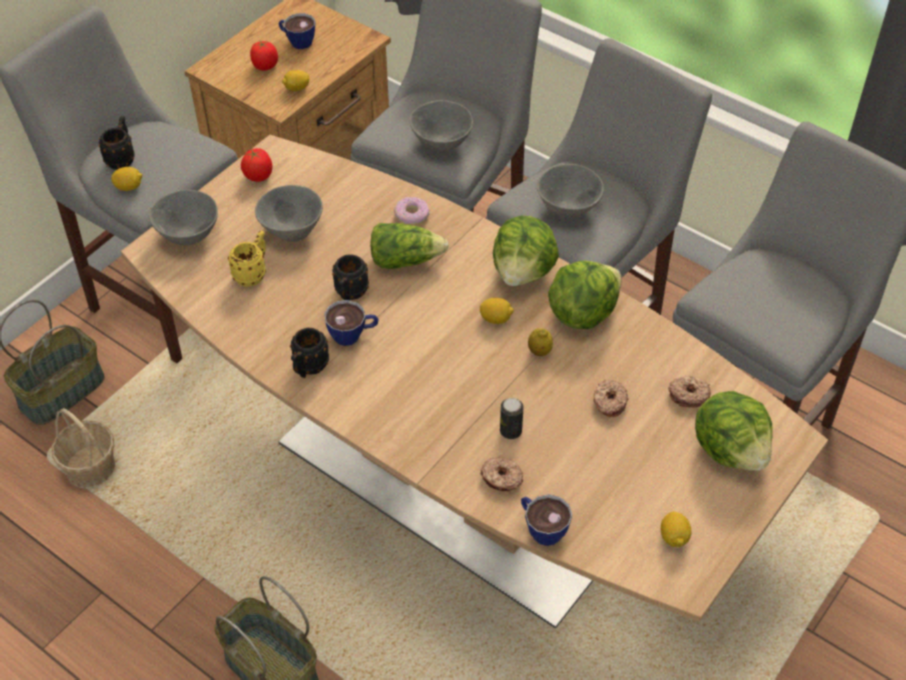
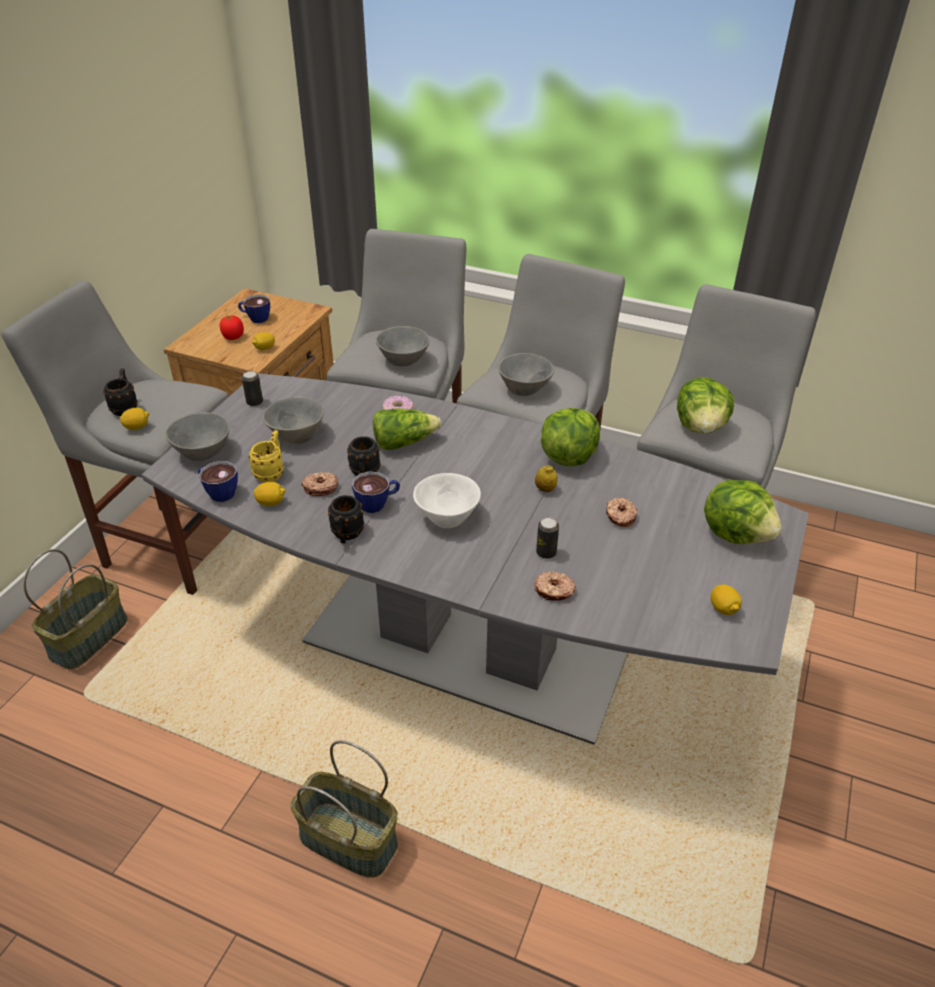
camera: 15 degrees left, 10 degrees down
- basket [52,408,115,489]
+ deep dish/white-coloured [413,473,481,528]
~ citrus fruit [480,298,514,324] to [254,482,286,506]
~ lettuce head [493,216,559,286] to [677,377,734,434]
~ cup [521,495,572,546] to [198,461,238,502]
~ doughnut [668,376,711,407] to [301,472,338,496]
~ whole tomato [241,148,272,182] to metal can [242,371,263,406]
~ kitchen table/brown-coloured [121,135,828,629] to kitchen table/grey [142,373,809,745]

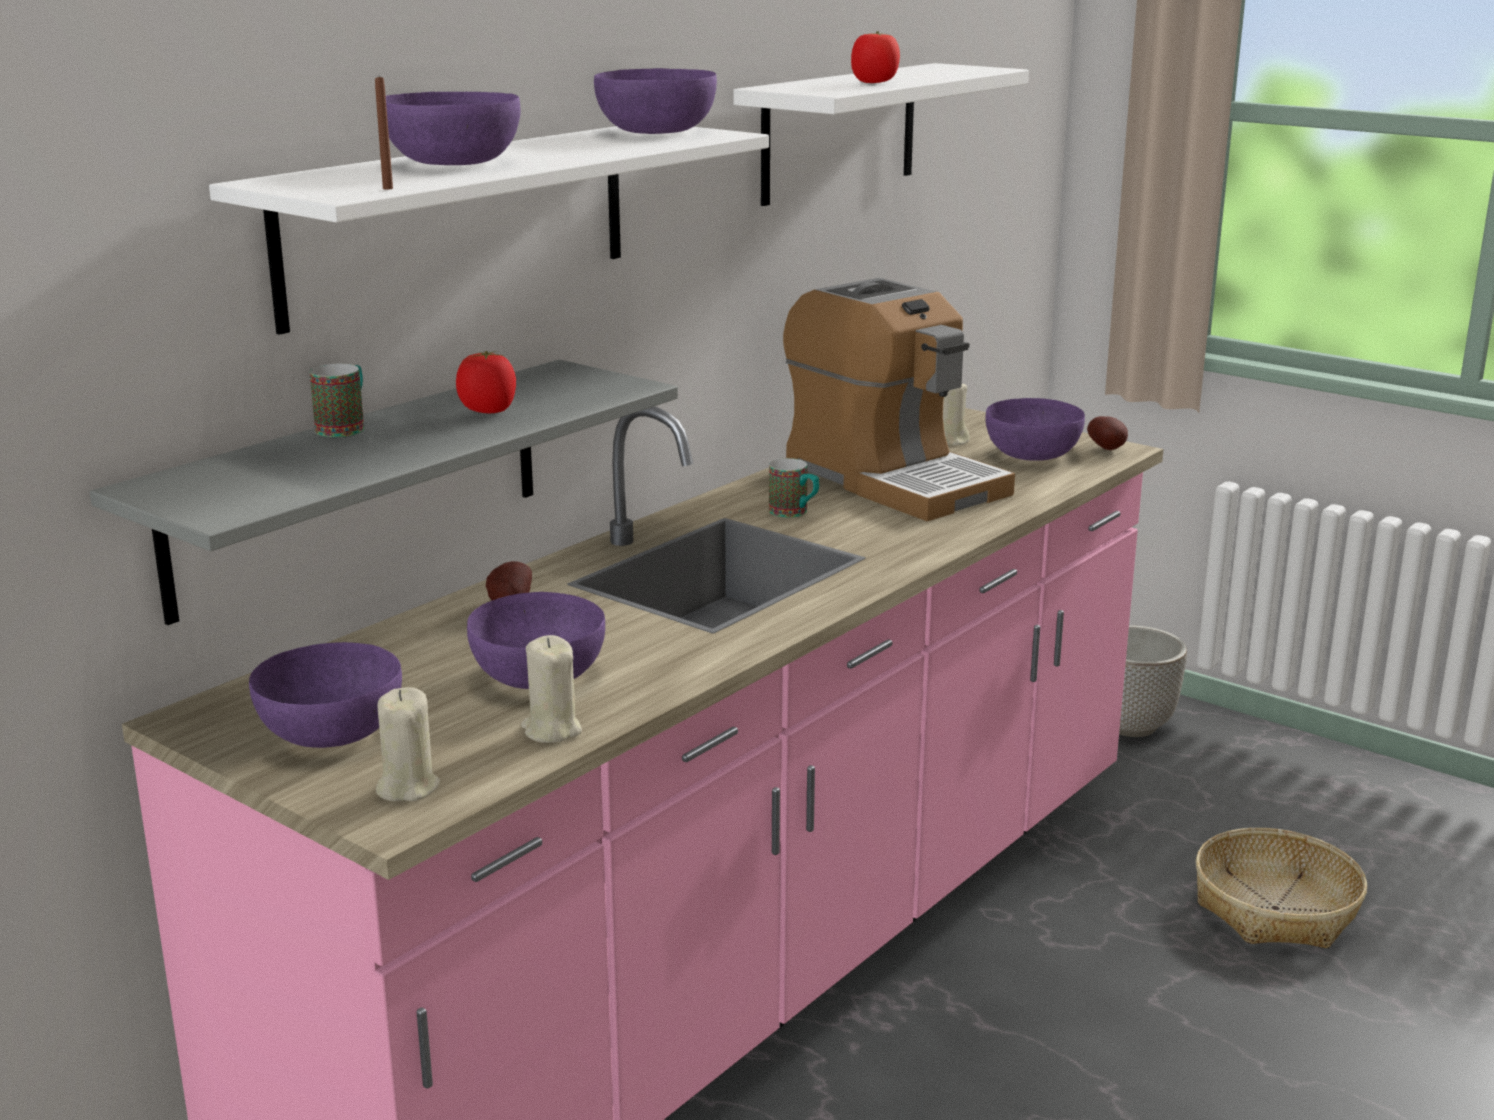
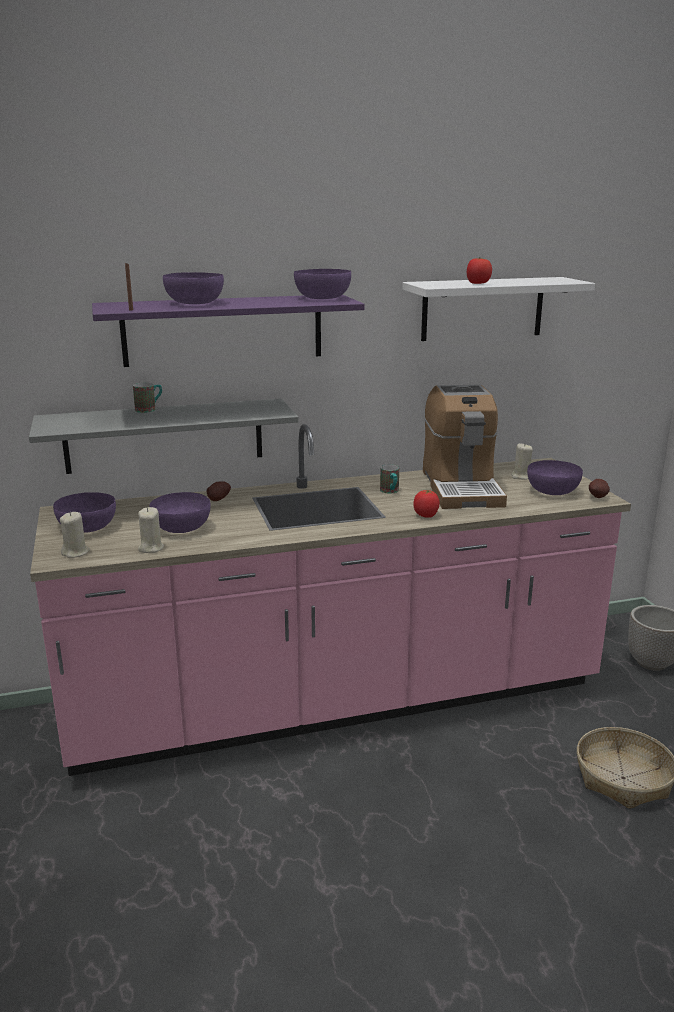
camera: 35 degrees right, 0 degrees up
~ whole tomato [456,351,516,413] to [413,490,440,518]
~ bracket shelf/white-coloured [209,126,769,335] to bracket shelf/purple [92,295,364,367]

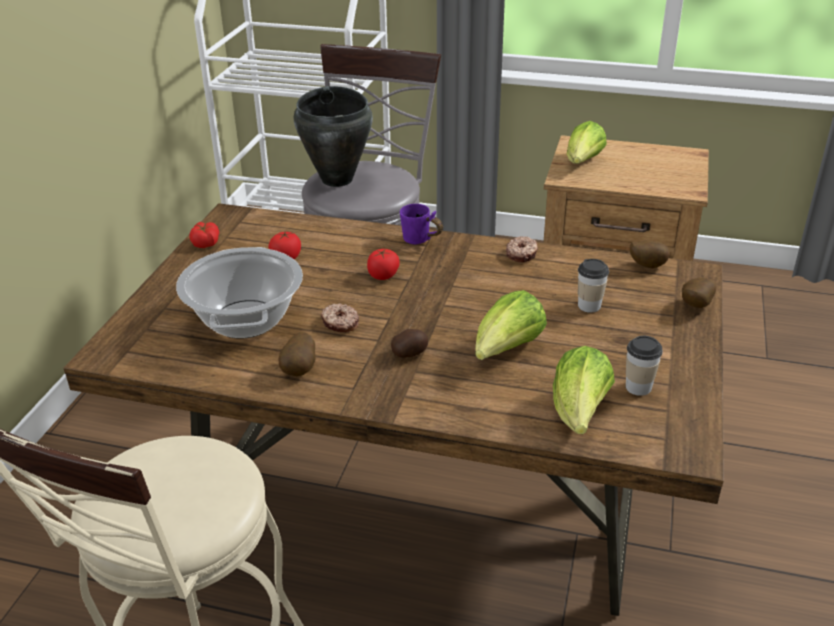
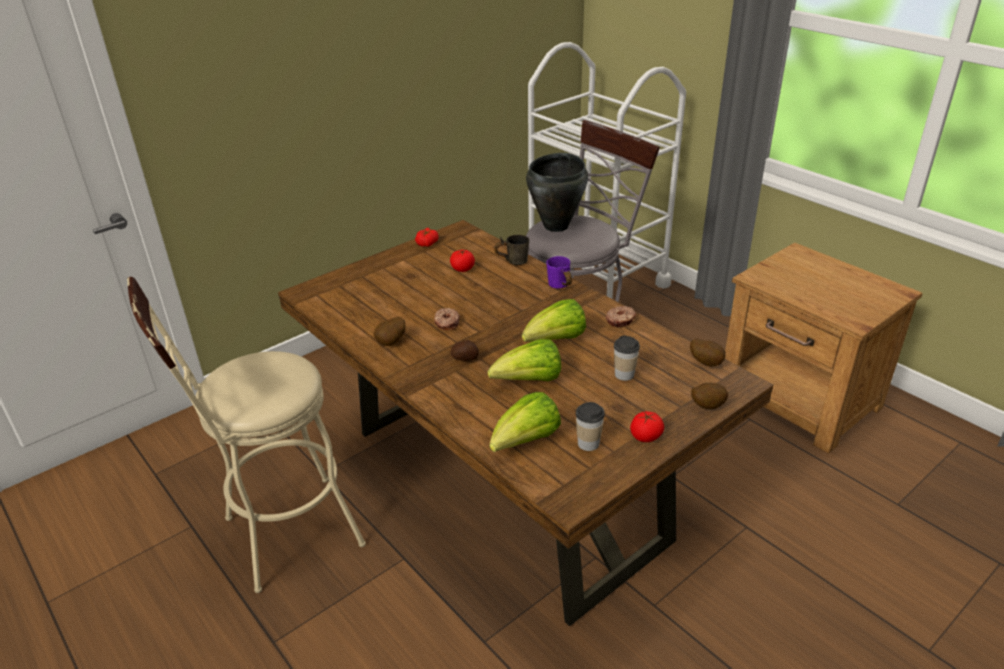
camera: 35 degrees right, 0 degrees up
- stockpot [176,247,303,339]
+ coffee mug/grey [494,235,529,265]
~ whole tomato [367,249,400,280] to [630,411,664,442]
~ lettuce head [567,121,606,164] to [522,299,586,342]

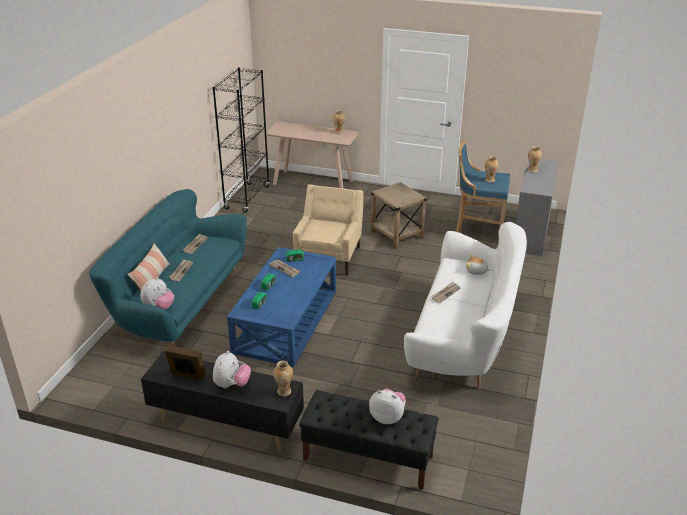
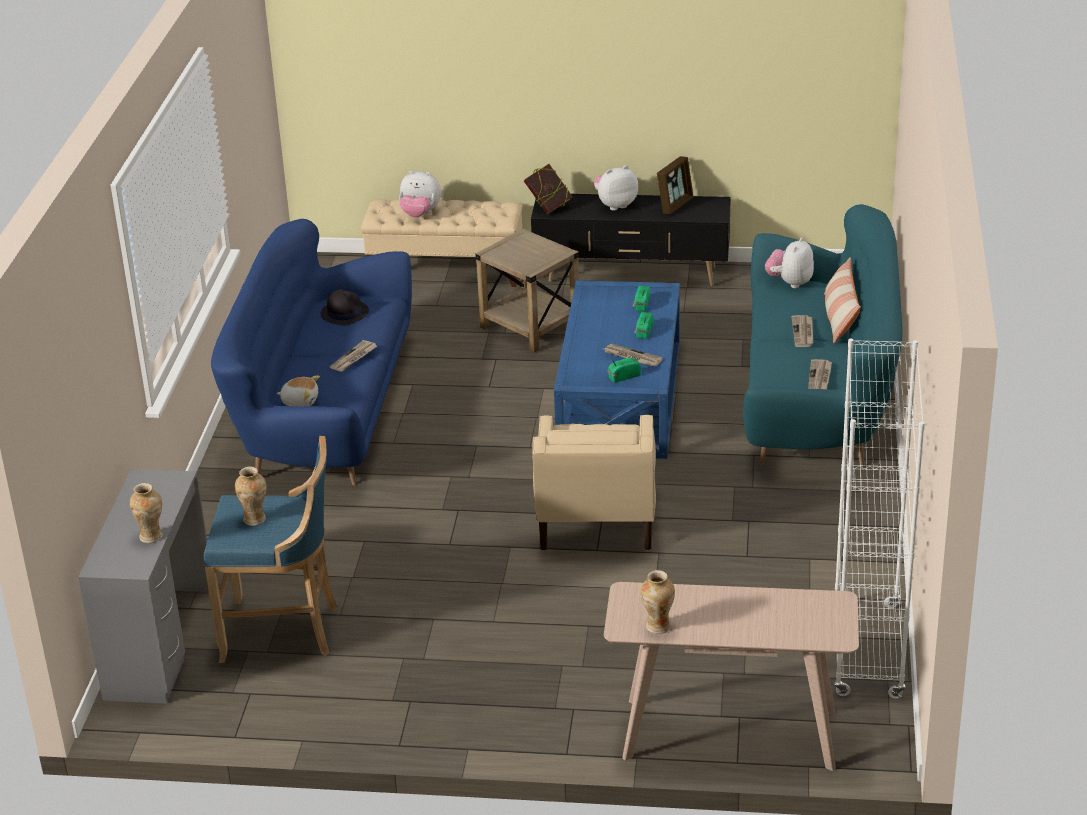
camera: 170 degrees right, 0 degrees up
+ wearable hat/black-coloured [321,289,369,325]
~ accent table/beige-coloured [371,182,427,249] to [475,229,579,352]
~ vase [273,361,293,396] to book [524,164,573,215]
~ bookcase/black-coloured [213,67,270,213] to bookcase/white-coloured [834,339,925,699]
~ indoor bench/black-coloured [299,390,439,490] to indoor bench/beige-coloured [361,199,523,287]
~ couch/white-coloured [404,222,527,389] to couch/bluish [211,219,412,485]
~ picture frame [165,345,206,380] = [657,156,694,215] 60 degrees counterclockwise
~ plush toy [213,351,251,388] = [594,165,638,211] 60 degrees clockwise

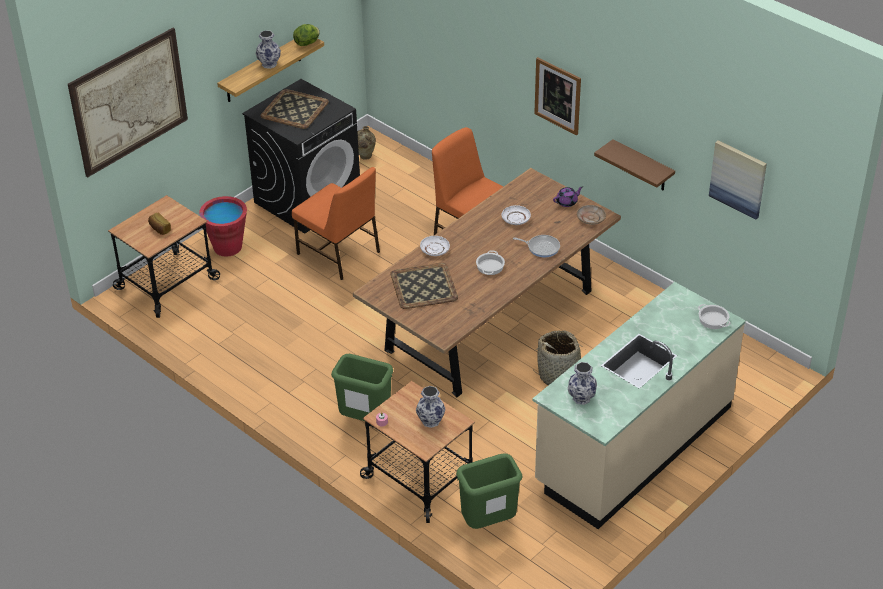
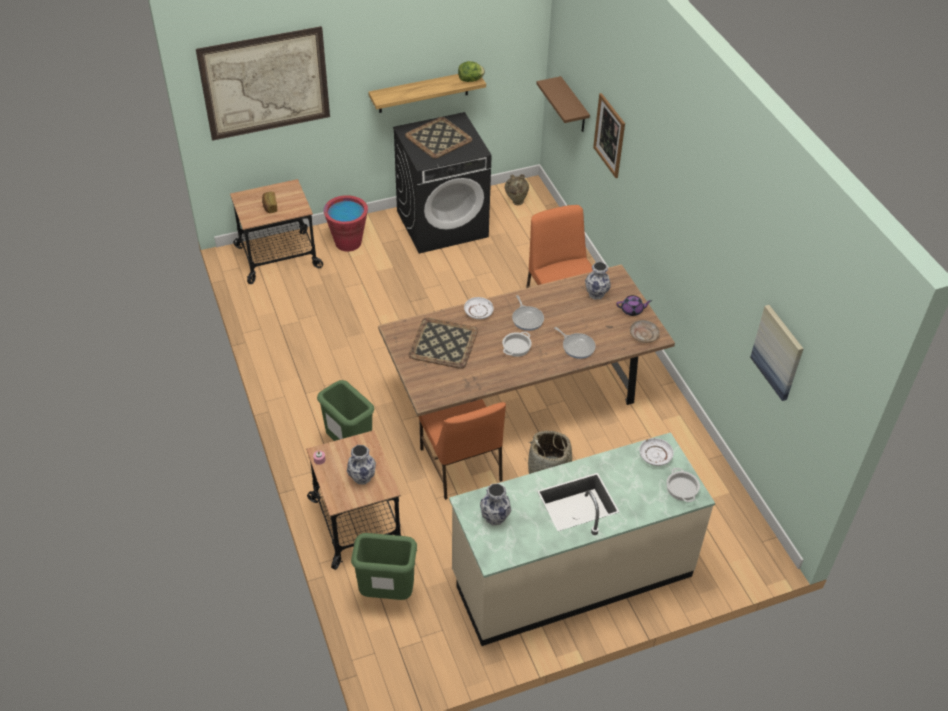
camera: 25 degrees right, 5 degrees up
+ skillet [512,295,544,331]
~ vase [256,30,281,69] to [585,262,611,299]
~ chair/orangey [292,167,380,280] to [418,399,506,500]
~ plate/white-coloured [502,205,531,225] to [639,438,674,466]
~ wall picture [534,57,581,135] to [593,93,625,178]
~ bracket shelf/brown-coloured [594,139,675,190] to [536,76,590,132]

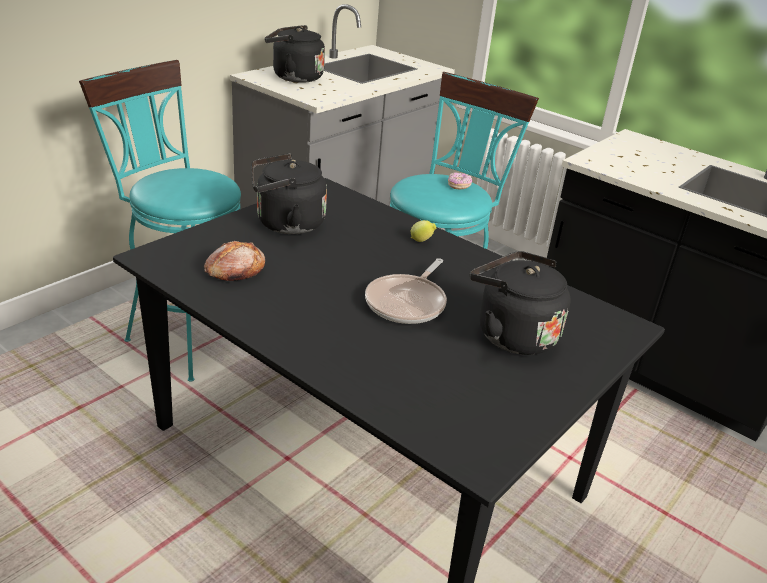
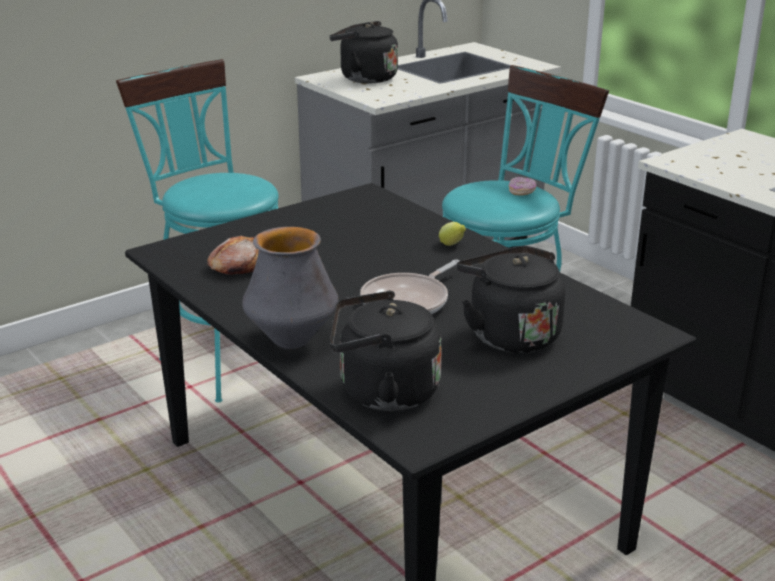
camera: 15 degrees right, 5 degrees down
+ vase [242,227,338,349]
~ tea kettle/black-coloured [251,153,327,234] to [329,291,442,411]

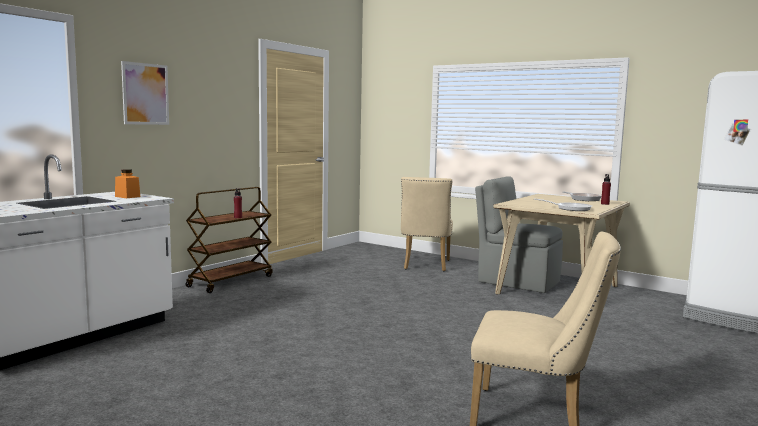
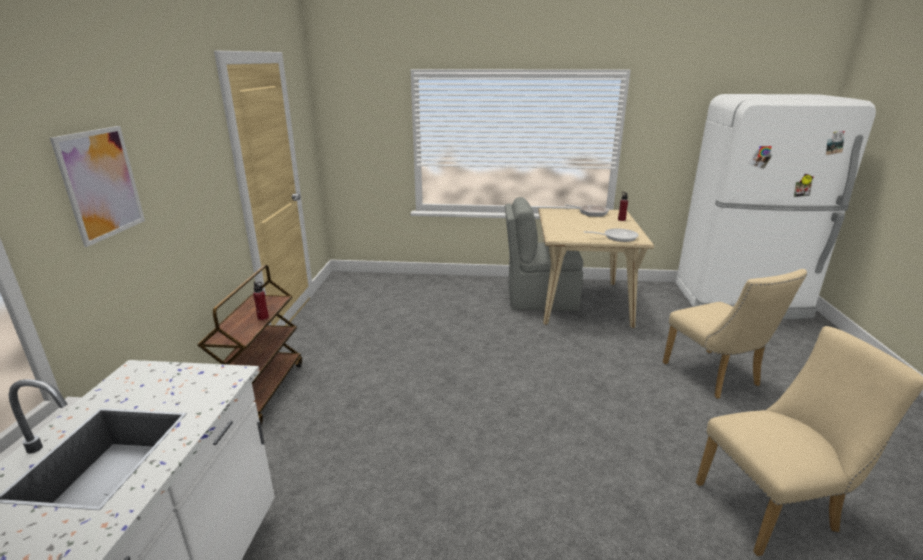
camera: 30 degrees left, 15 degrees up
- preserve jar/orangey [115,169,140,198]
~ chair/beige-coloured [401,177,453,271] to [663,269,807,399]

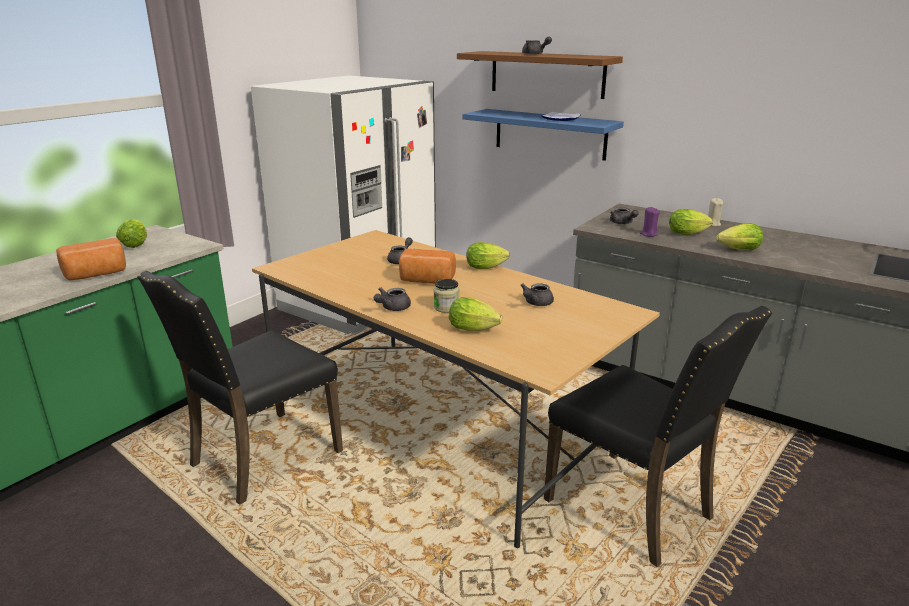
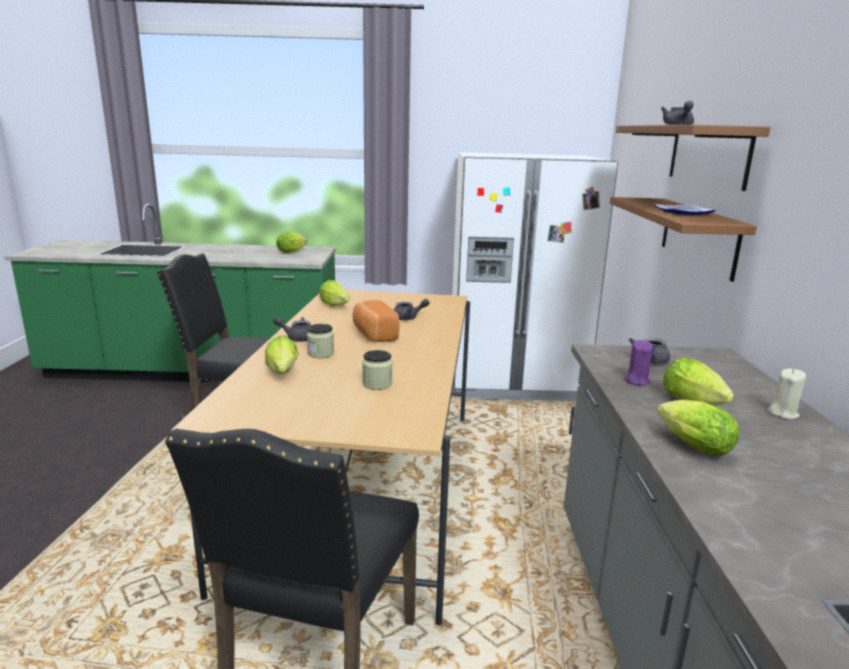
camera: 55 degrees right, 5 degrees down
- bakery bread [56,238,126,281]
~ lettuce head [466,242,510,269] to [319,280,350,306]
~ tea pot/grey [521,283,554,306] to preserve jar [362,350,392,390]
~ bracket shelf/bluish [463,109,624,161] to bracket shelf/brown-coloured [610,197,757,282]

